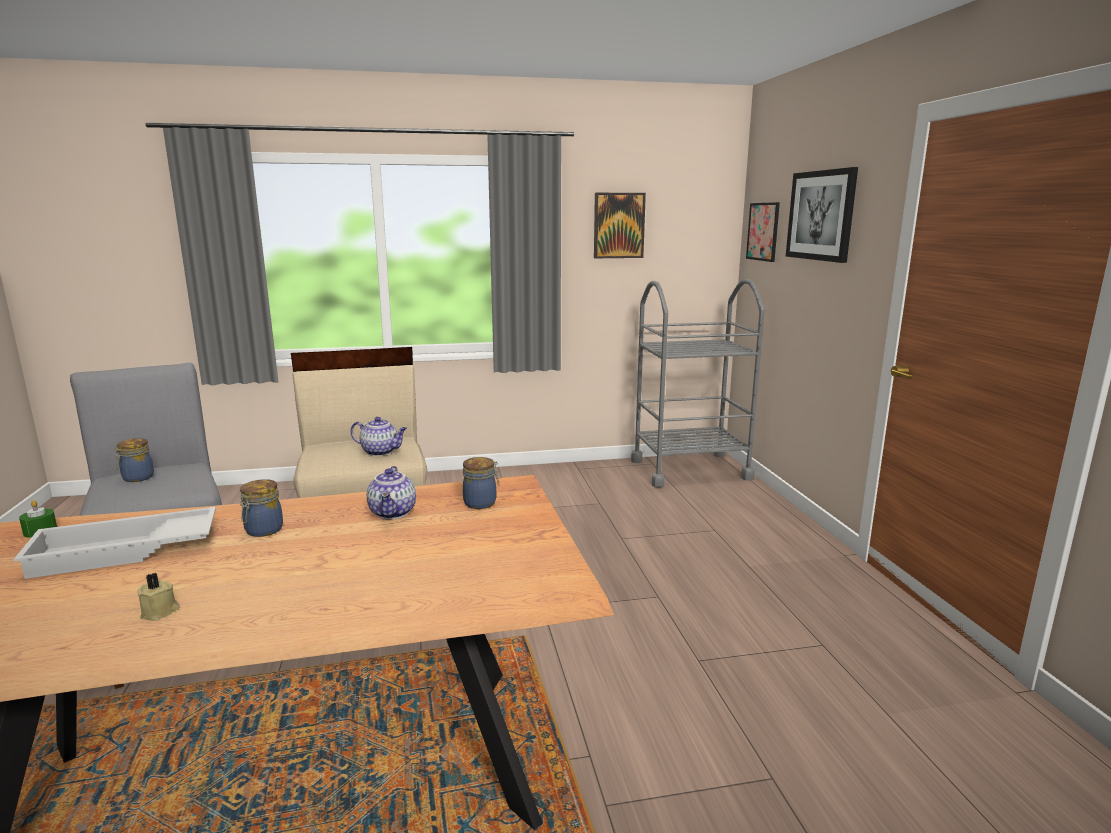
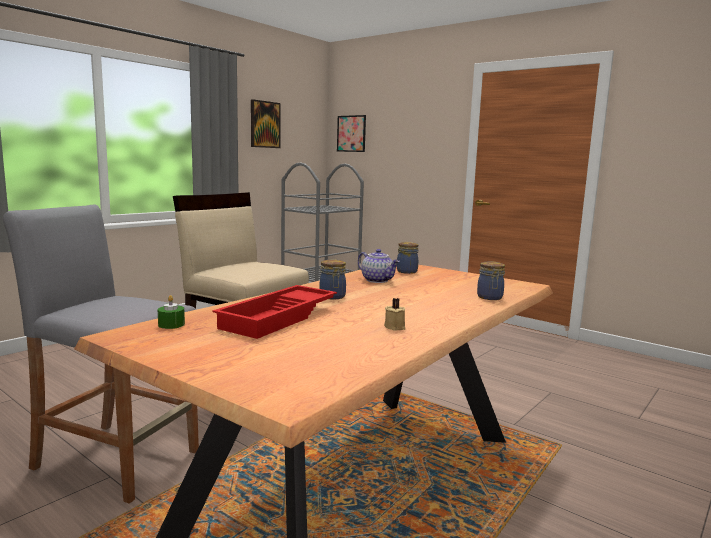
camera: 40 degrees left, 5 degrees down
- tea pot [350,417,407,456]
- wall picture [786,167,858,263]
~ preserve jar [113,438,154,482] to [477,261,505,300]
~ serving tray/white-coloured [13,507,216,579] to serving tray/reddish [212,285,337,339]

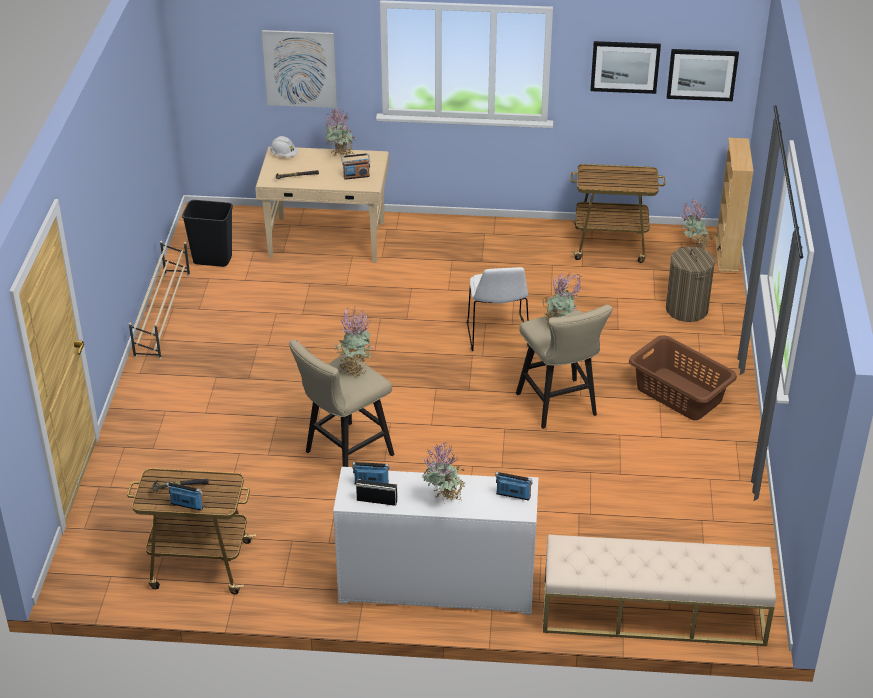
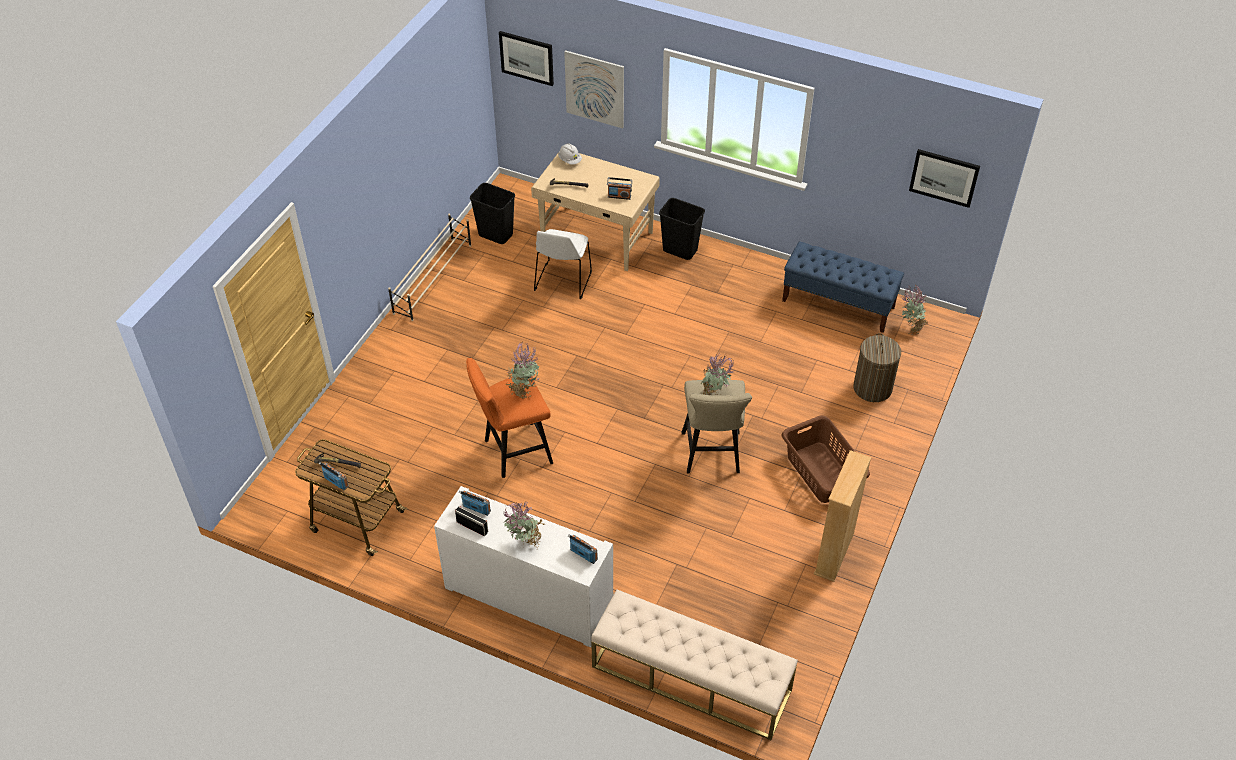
camera: 20 degrees right, 10 degrees up
- houseplant [324,107,356,156]
+ trash can/black-coloured [659,198,705,260]
~ chair/white-coloured [467,267,529,351] to [534,229,592,299]
~ wall picture [590,41,661,94] to [499,31,554,86]
~ bookcase/beige-coloured [715,138,754,272] to [814,450,871,582]
~ wheeled cart [570,164,665,263] to indoor bench/bluish [782,241,904,333]
~ stool/beige-coloured [289,340,395,467] to stool/orangey [466,358,553,478]

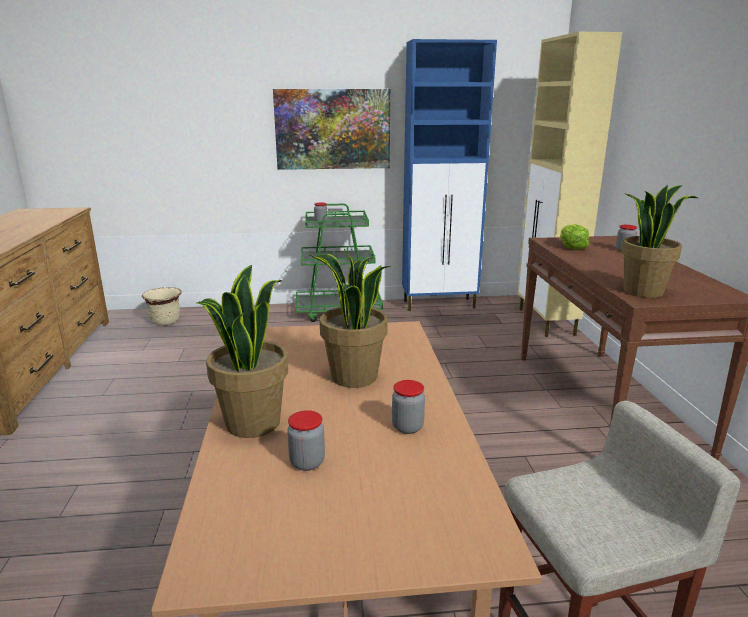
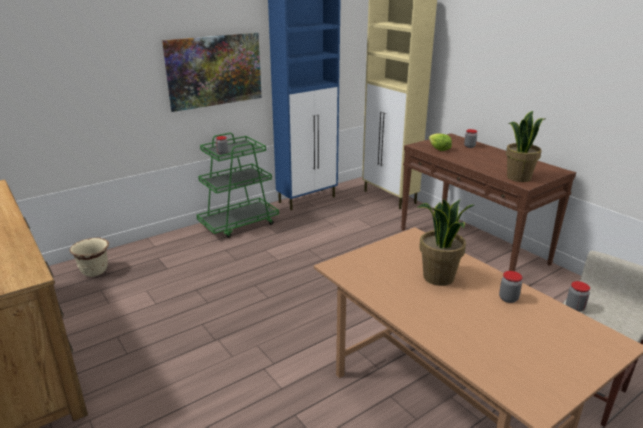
camera: 30 degrees left, 5 degrees up
- houseplant [197,265,288,438]
~ preserve jar [287,410,325,471] to [566,281,590,312]

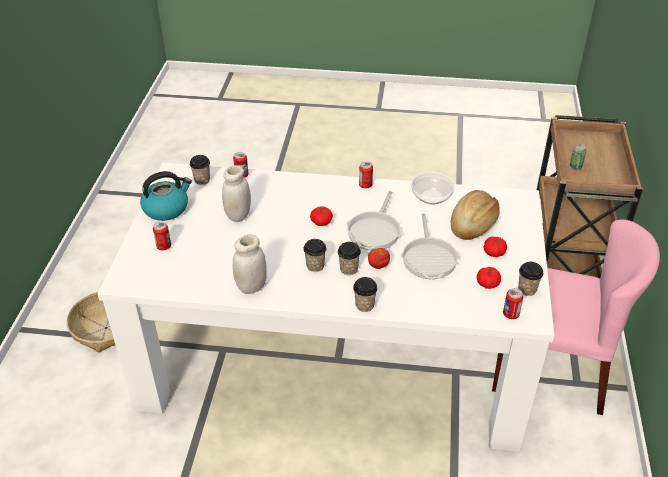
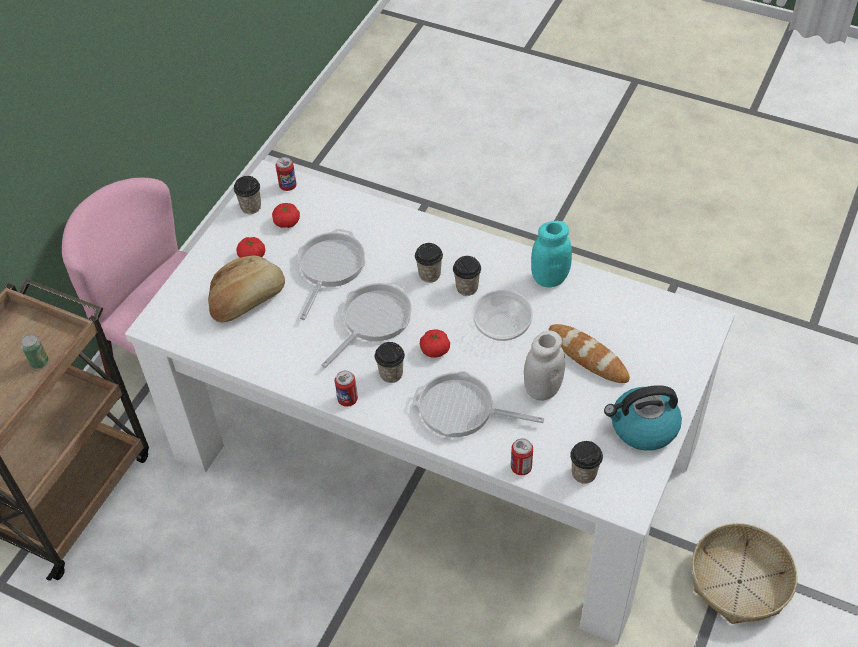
camera: 160 degrees left, 10 degrees up
- metal can [153,222,171,251]
- whole tomato [368,248,390,269]
+ skillet [413,371,544,437]
+ bakery bread [549,324,630,383]
~ cup [353,277,378,312] to [375,342,405,383]
~ deep dish [411,172,455,205] to [472,290,533,341]
~ preserve jar/white-coloured [233,235,267,294] to preserve jar/turquoise [531,221,572,288]

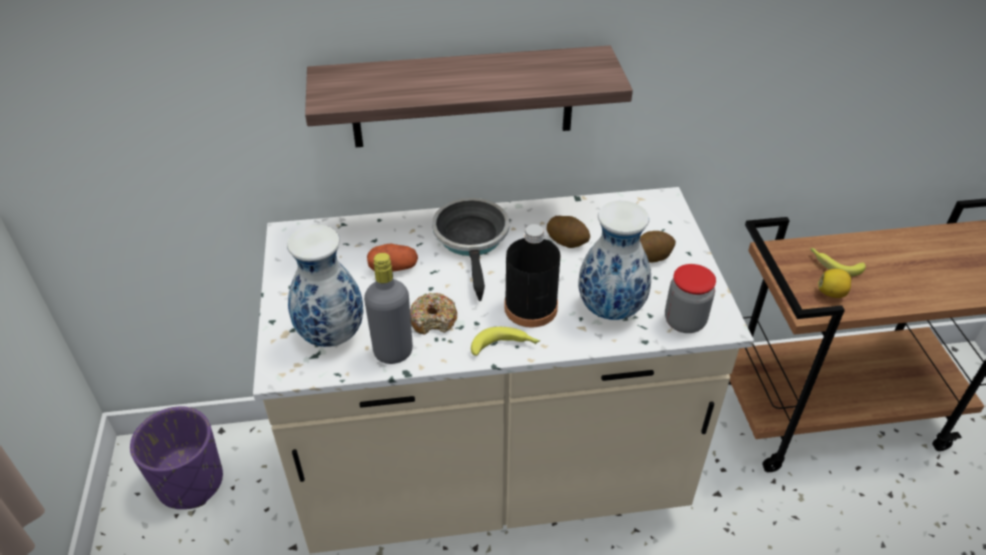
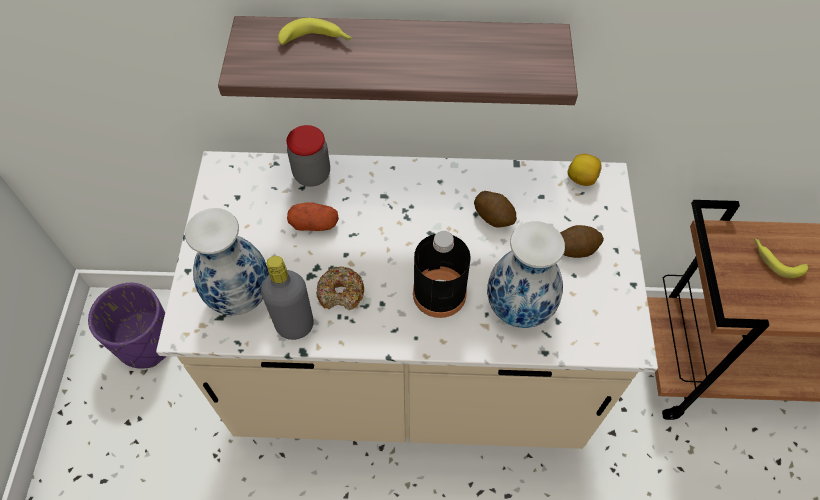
camera: 10 degrees right, 15 degrees up
- skillet [432,198,509,301]
~ banana fruit [471,327,540,356] to [278,18,352,45]
~ preserve jar [665,264,716,333] to [287,125,330,187]
~ citrus fruit [818,269,851,298] to [567,154,602,186]

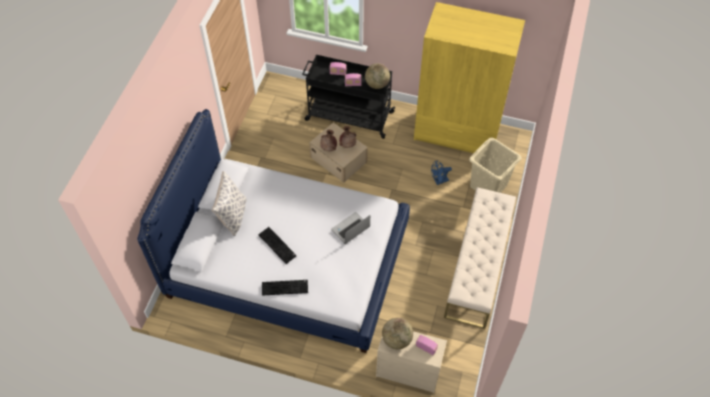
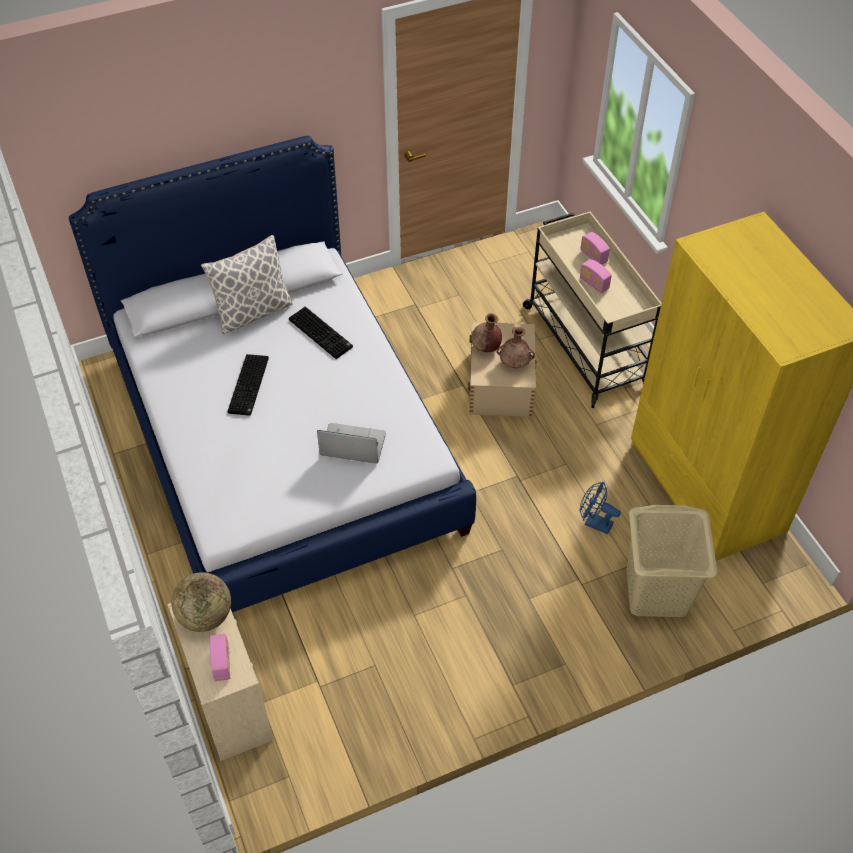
camera: 50 degrees right, 5 degrees down
- globe [365,63,390,89]
- indoor bench/beige-coloured [444,187,516,329]
~ PC keyboard [262,280,308,296] to [289,307,353,359]
~ wheeled cart/black-coloured [302,55,395,139] to wheeled cart/beige-coloured [523,212,661,408]

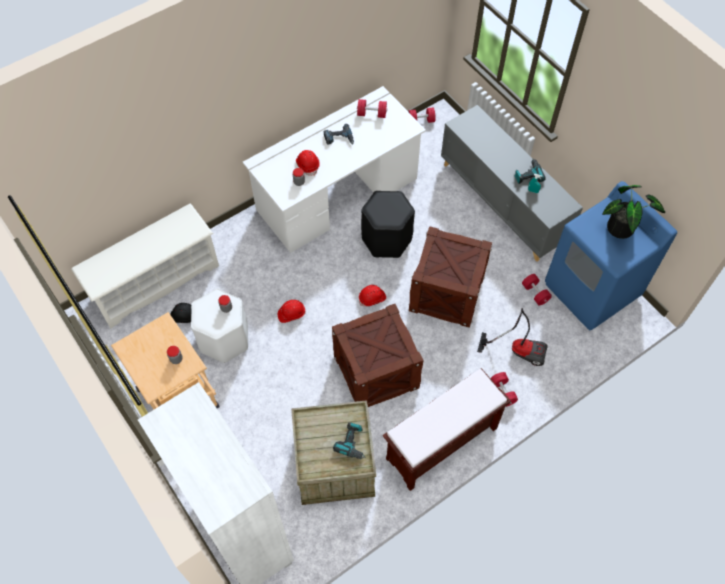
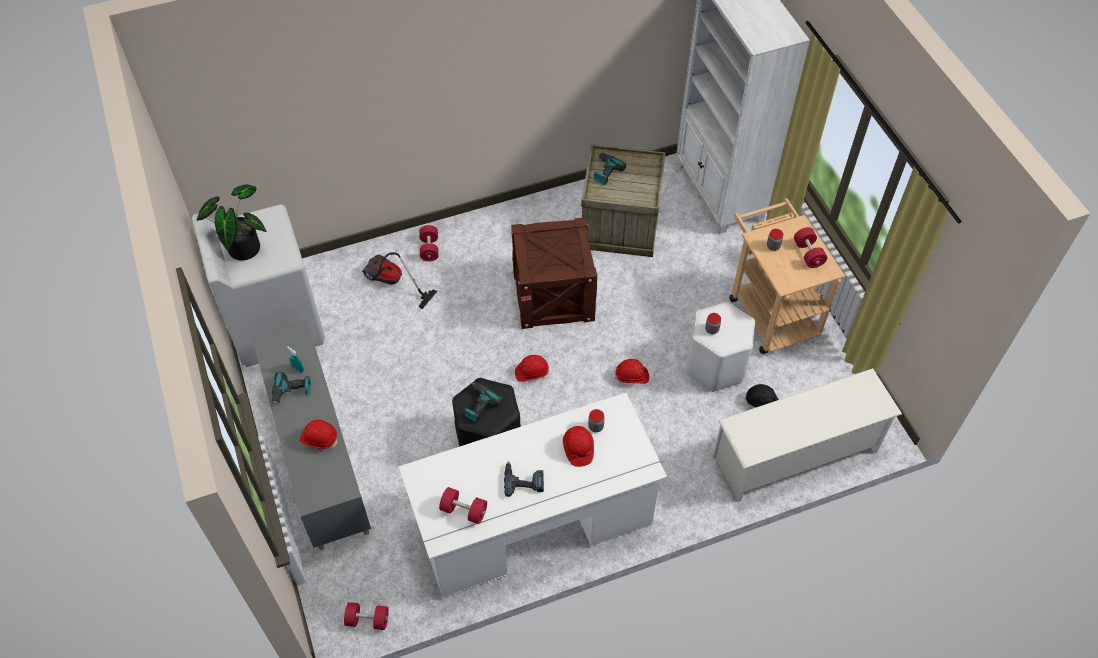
camera: 165 degrees left, 5 degrees down
- indoor bench/brown-coloured [383,368,511,491]
- crate [409,226,492,328]
+ work helmet/reddish [300,420,338,449]
+ power drill [464,382,503,423]
~ dumbbell/reddish [522,274,552,306] to [794,227,827,268]
~ laundry appliance/bluish [545,181,677,330] to laundry appliance/white-coloured [192,204,325,367]

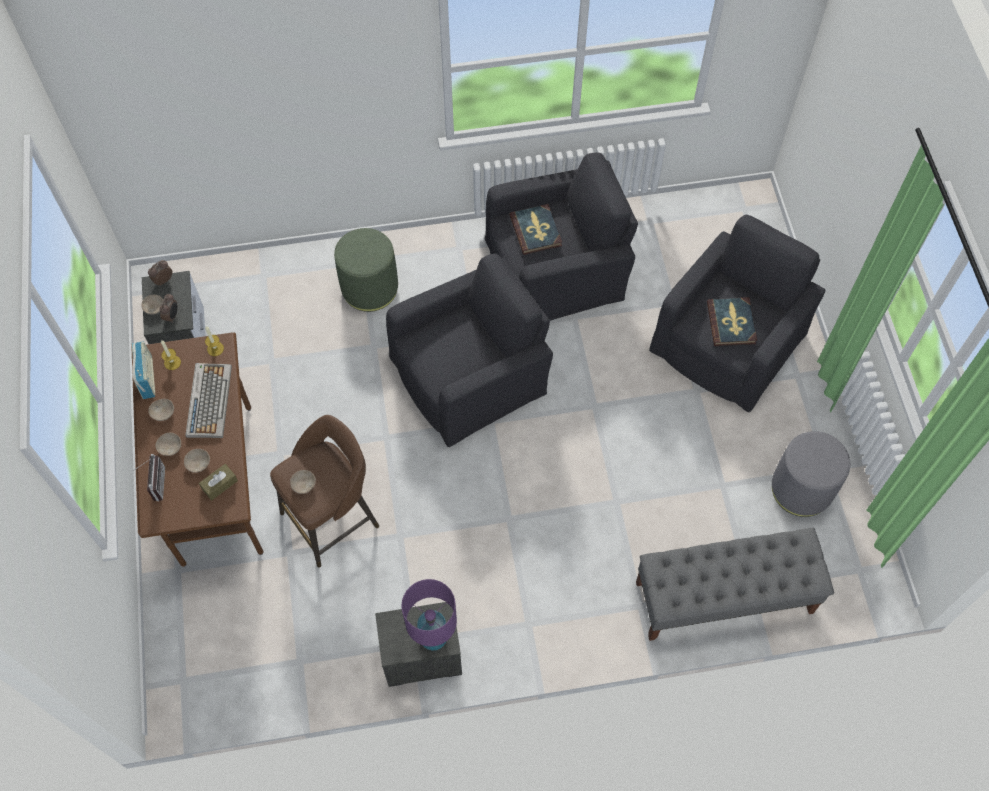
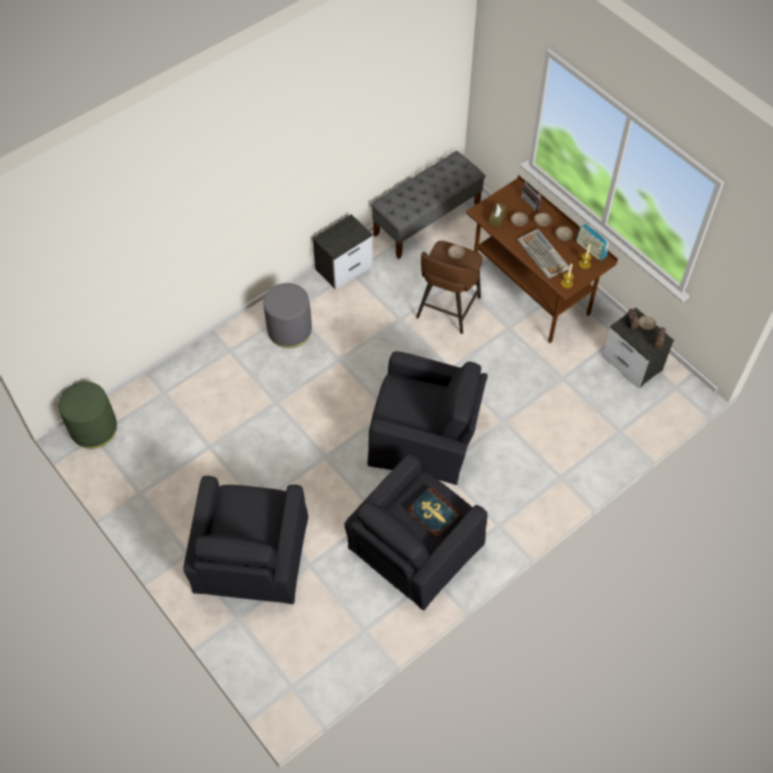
camera: 150 degrees right, 5 degrees down
- table lamp/purple [402,579,457,651]
- book [707,297,757,346]
~ pouffe/green [334,228,398,312] to [58,382,117,449]
~ indoor bench/grey [636,528,834,641] to [370,151,485,259]
~ pouffe/grey [772,431,850,517] to [264,283,312,348]
~ lounge chair/black-coloured [386,254,553,447] = [367,351,488,485] 105 degrees counterclockwise

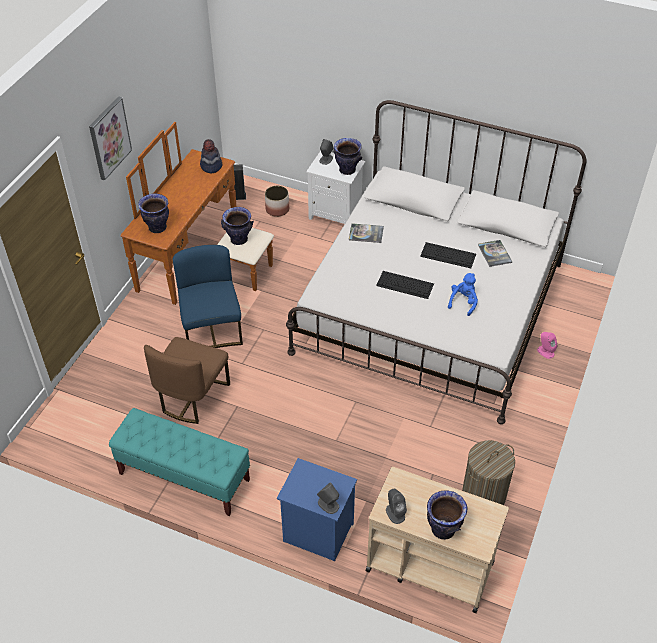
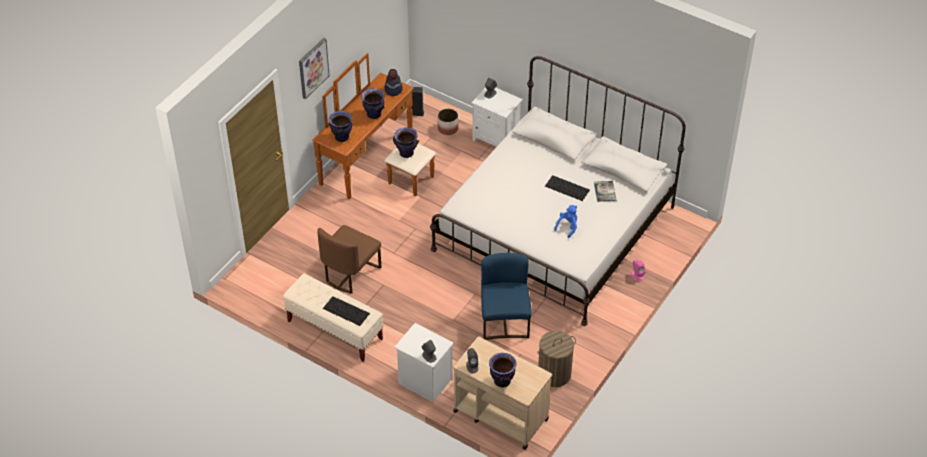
camera: 10 degrees right, 0 degrees up
- book [349,223,384,243]
~ chair/bluish [173,245,243,348] to [481,253,532,340]
~ vase [333,138,362,175] to [361,88,385,119]
~ PC keyboard [376,271,434,299] to [323,296,370,326]
~ indoor bench/turquoise [109,408,250,516] to indoor bench/beige-coloured [283,273,383,361]
~ night table/bluish [277,458,357,561] to night table/white-coloured [394,323,454,402]

